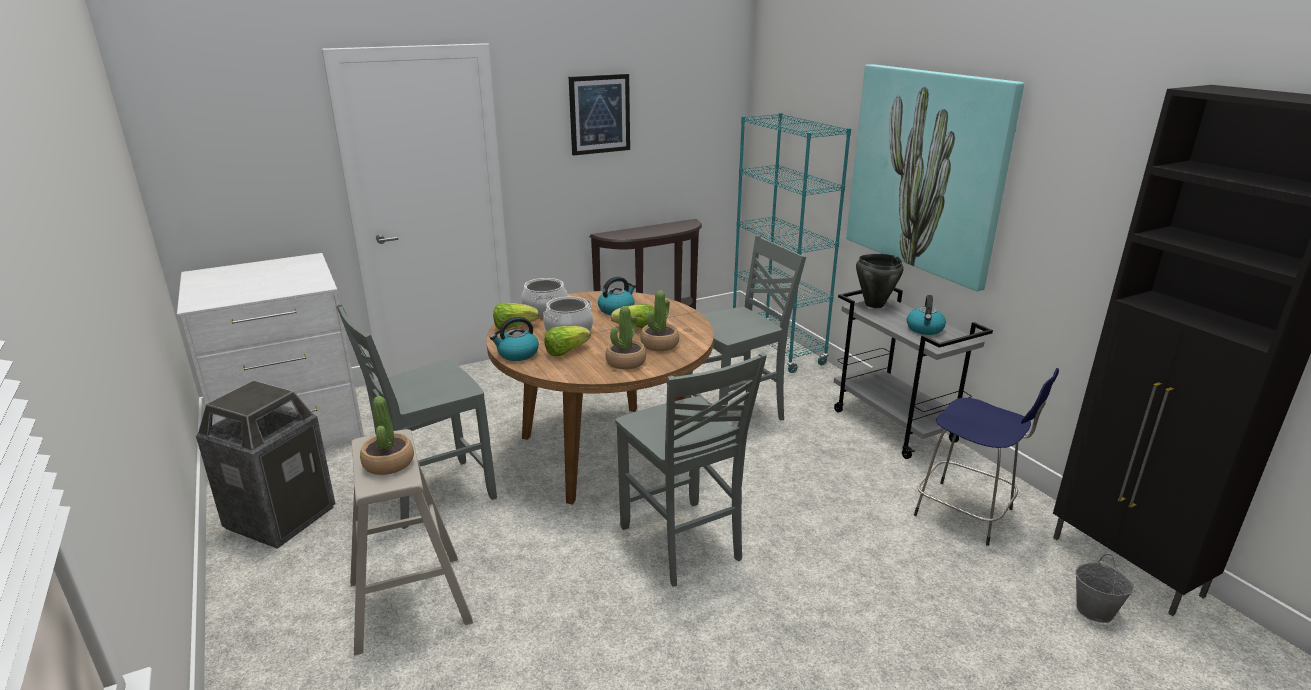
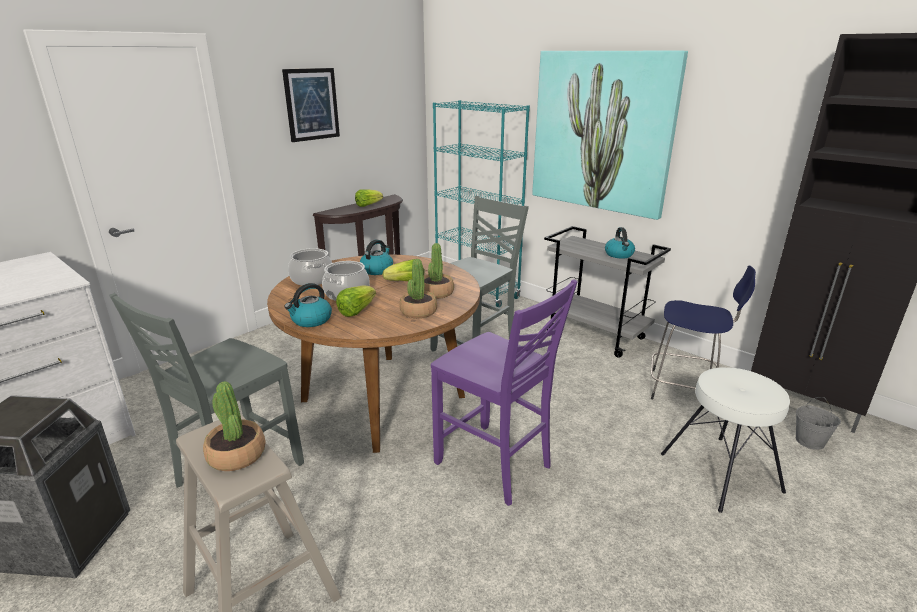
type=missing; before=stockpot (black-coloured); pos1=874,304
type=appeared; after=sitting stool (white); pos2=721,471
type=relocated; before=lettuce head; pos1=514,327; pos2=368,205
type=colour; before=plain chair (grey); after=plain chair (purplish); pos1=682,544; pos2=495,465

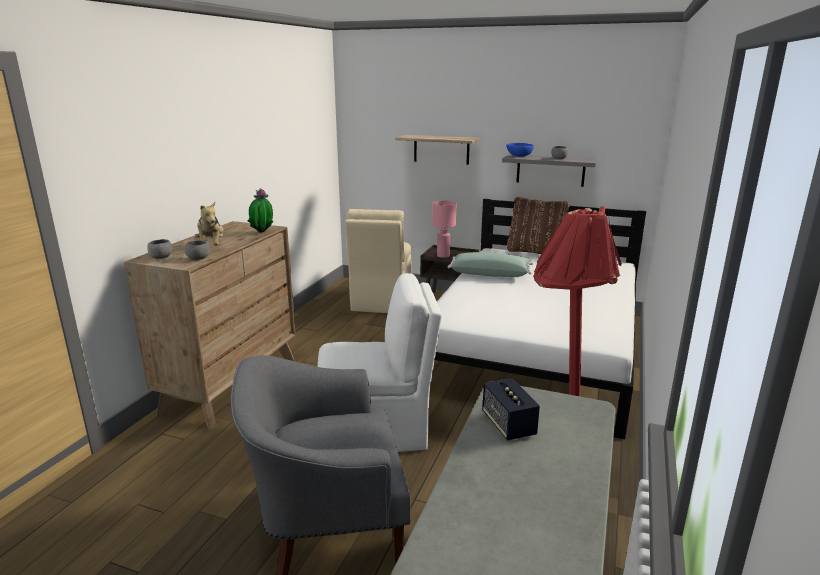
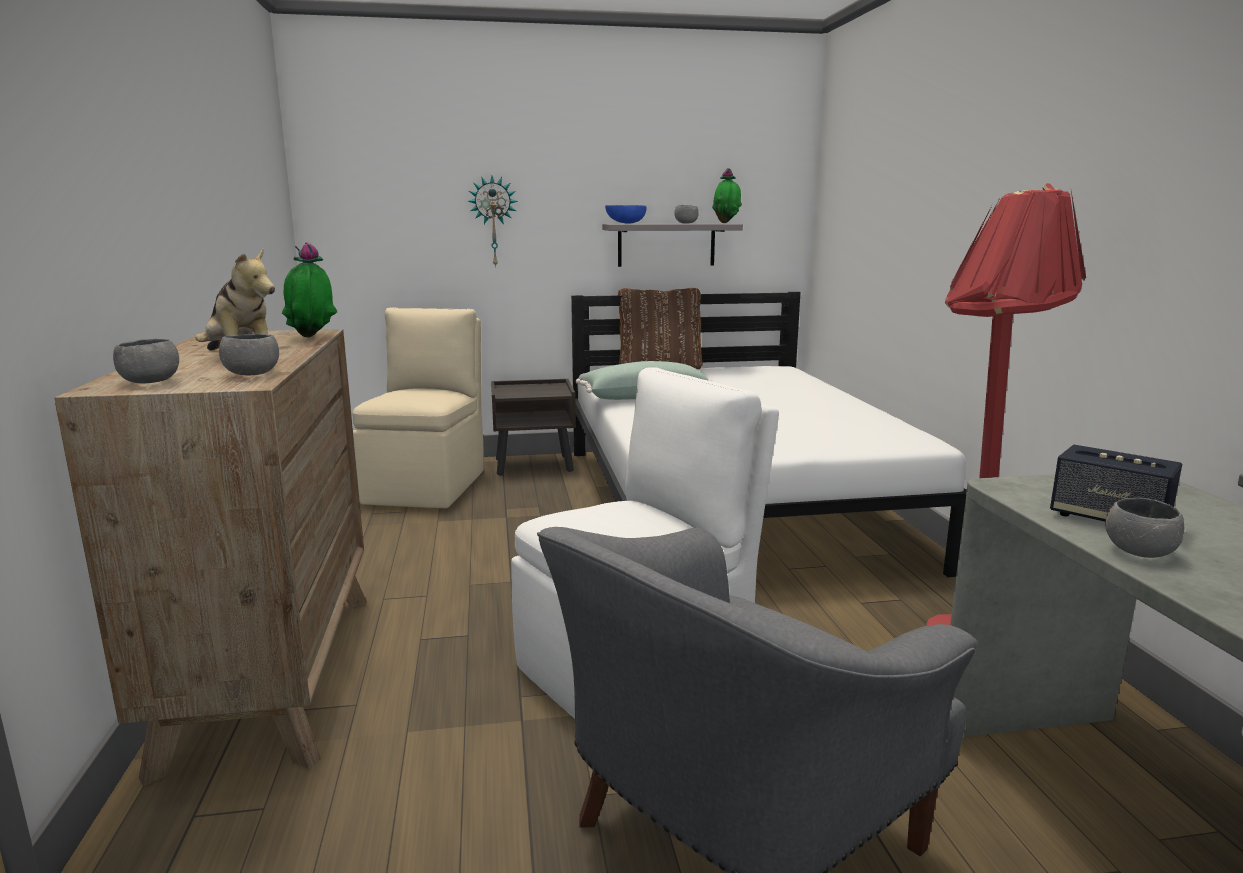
type=missing; before=table lamp (pink); pos1=443,256
type=appeared; after=potted plant; pos2=726,223
type=appeared; after=serving bowl (grey); pos2=1138,552
type=exchanged; before=wall shelf; after=wall clock; pos1=441,149; pos2=493,221
type=spun; before=plain chair (sand-coloured); pos1=381,301; pos2=427,485; turn=-150

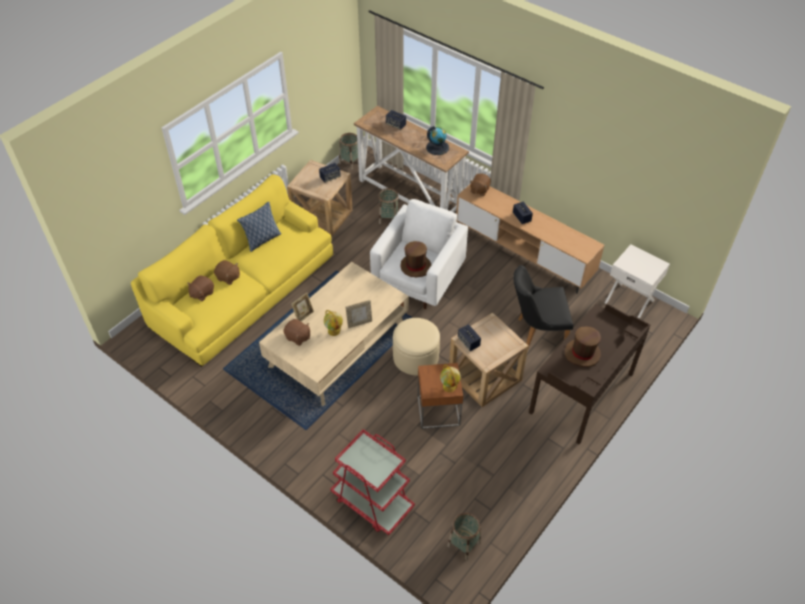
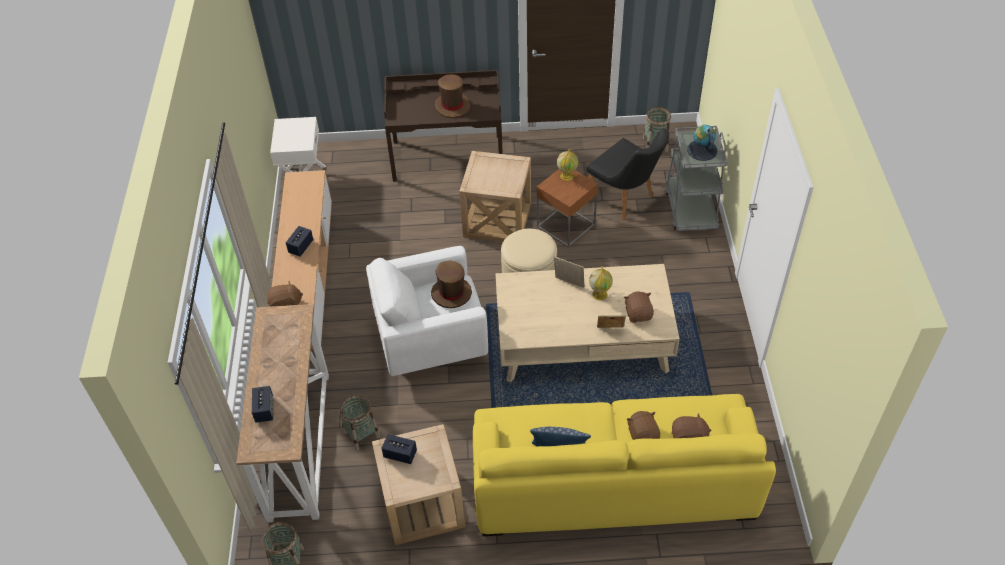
type=missing; before=loudspeaker; pos1=468,342
type=relocated; before=world globe; pos1=437,147; pos2=702,150
type=relocated; before=plain chair (black-coloured); pos1=536,333; pos2=625,200
type=colour; before=cart (red-coloured); after=cart (grey); pos1=372,502; pos2=690,209

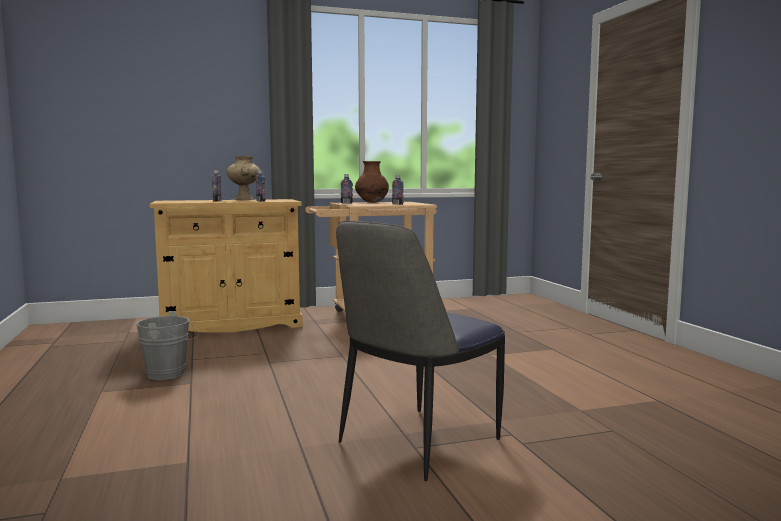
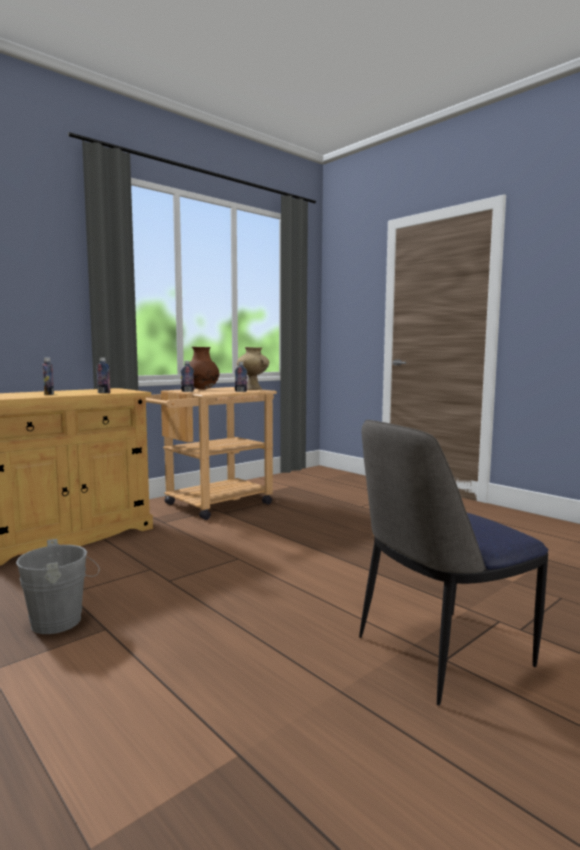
type=relocated; before=vase (sand-coloured); pos1=244,199; pos2=253,389
type=spun; before=plain chair; pos1=416,443; pos2=439,653; turn=45

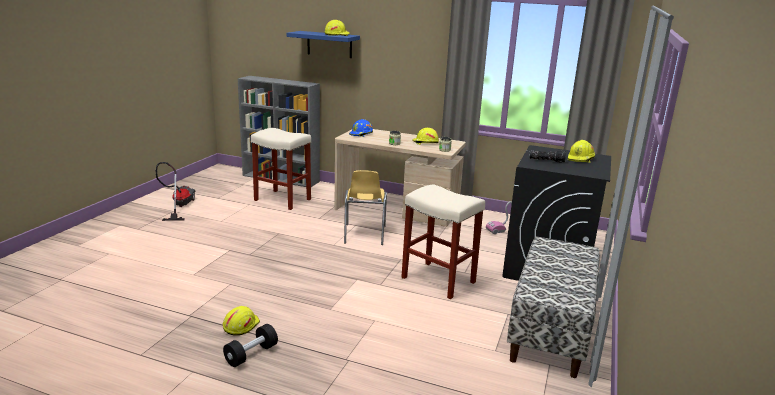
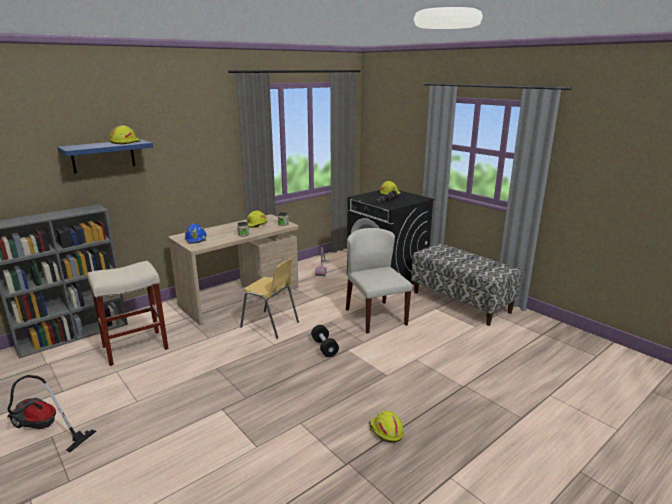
type=relocated; before=hand weight (black-coloured); pos1=251,354; pos2=324,347
type=exchanged; before=sitting stool (sand-coloured); after=plain chair (sand-coloured); pos1=439,280; pos2=375,316

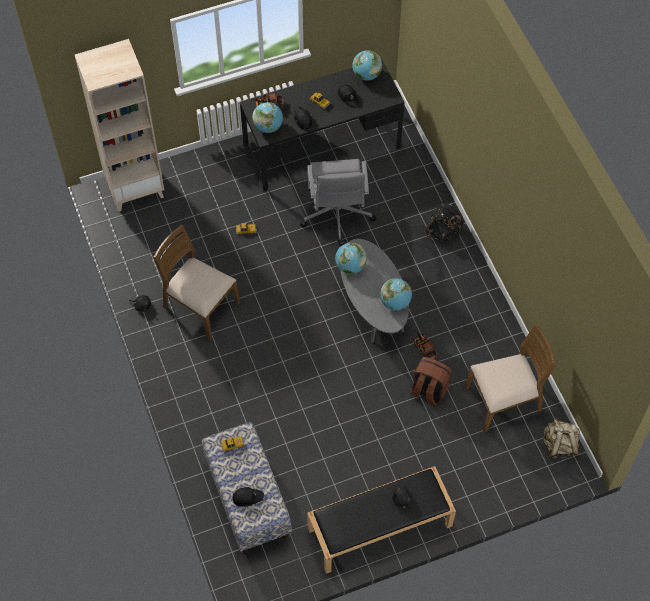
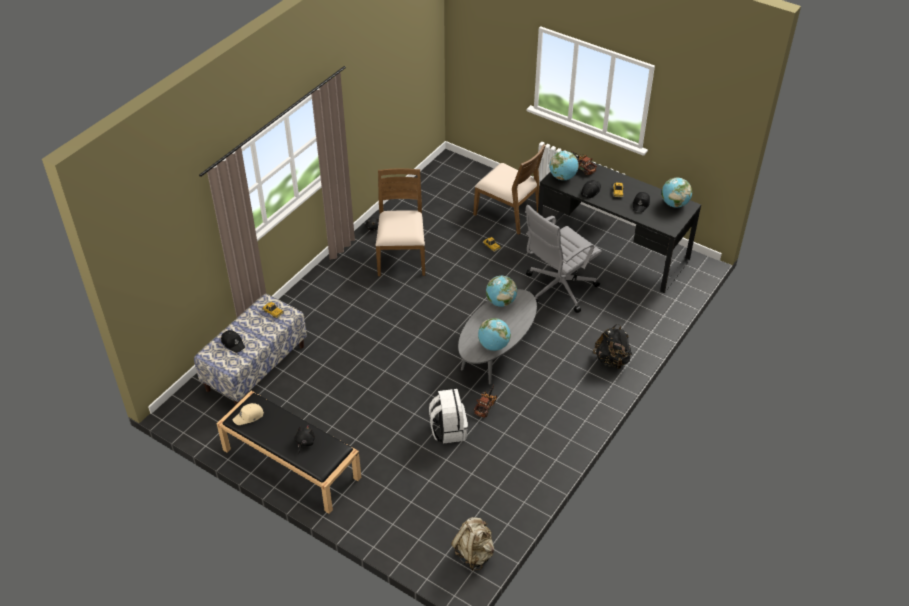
type=missing; before=shelving unit (sand-coloured); pos1=135,189
type=appeared; after=cap (sand-coloured); pos2=249,416
type=relocated; before=plain chair (brown-coloured); pos1=504,400; pos2=508,213
type=colour; before=knapsack (brown-coloured); after=knapsack (white); pos1=428,390; pos2=448,430

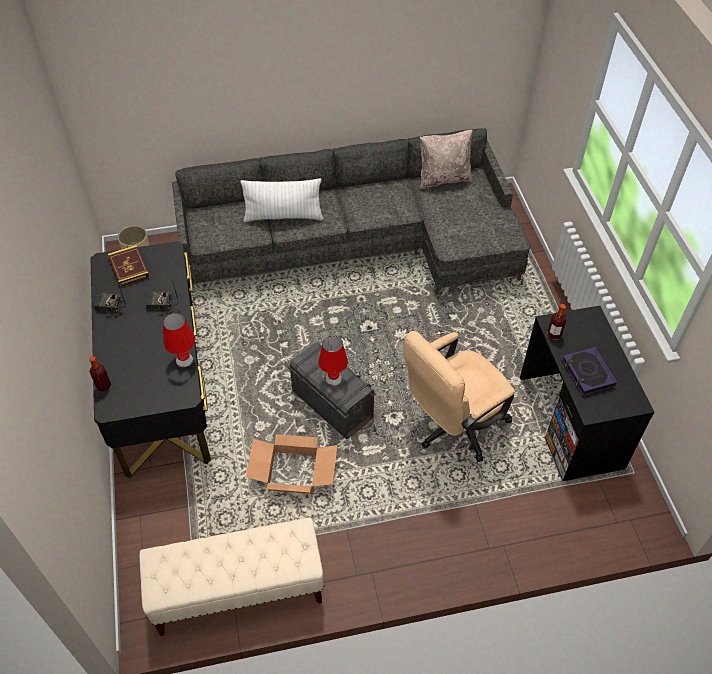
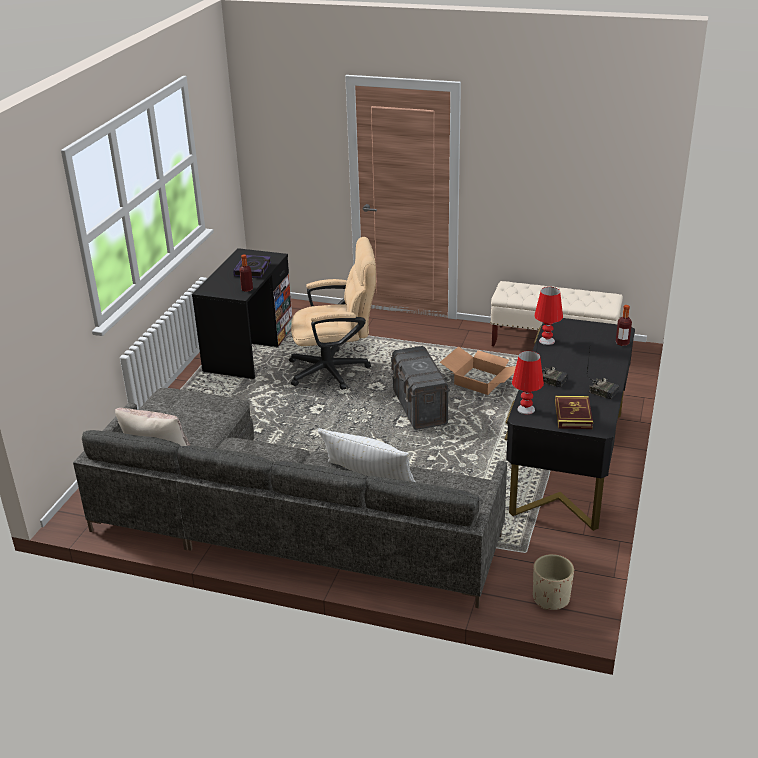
type=relocated; before=table lamp (red-coloured); pos1=334,379; pos2=525,409

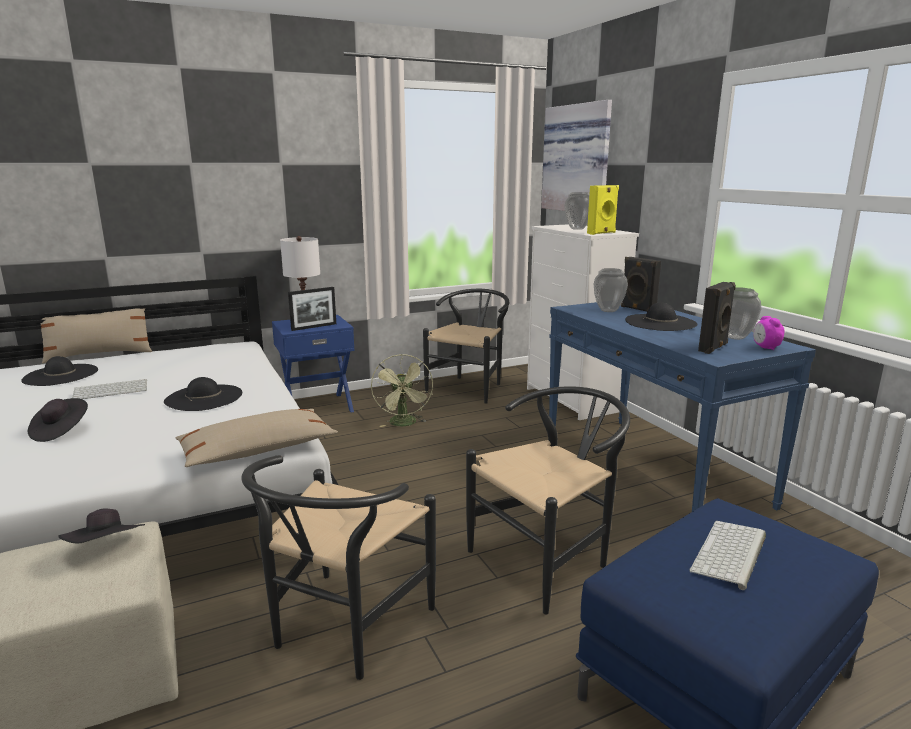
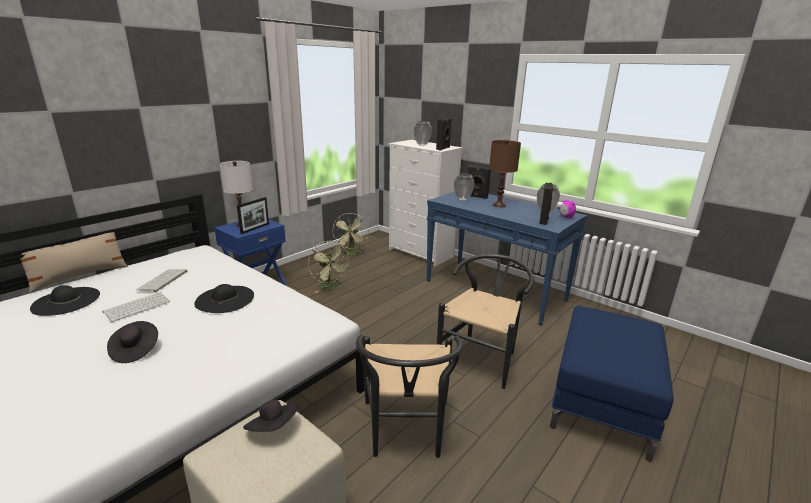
type=missing; before=throw pillow (sand-coloured); pos1=258,450
type=missing; before=picture; pos1=578,159
type=relocated; before=computer keyboard; pos1=730,554; pos2=163,281
type=exchanged; before=plain chair (black-coloured); after=fan (green); pos1=470,387; pos2=352,253
type=exchanged; before=clothing hat (black-coloured); after=table lamp (brown-coloured); pos1=660,322; pos2=499,205
type=colour; before=loudspeaker (yellow); after=loudspeaker (black-coloured); pos1=602,233; pos2=443,148

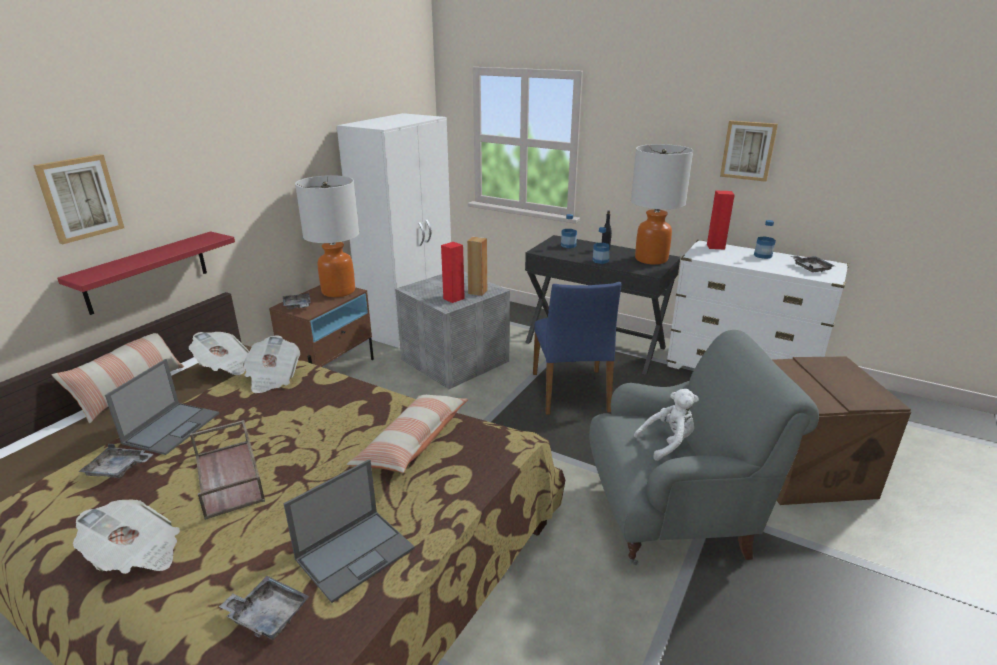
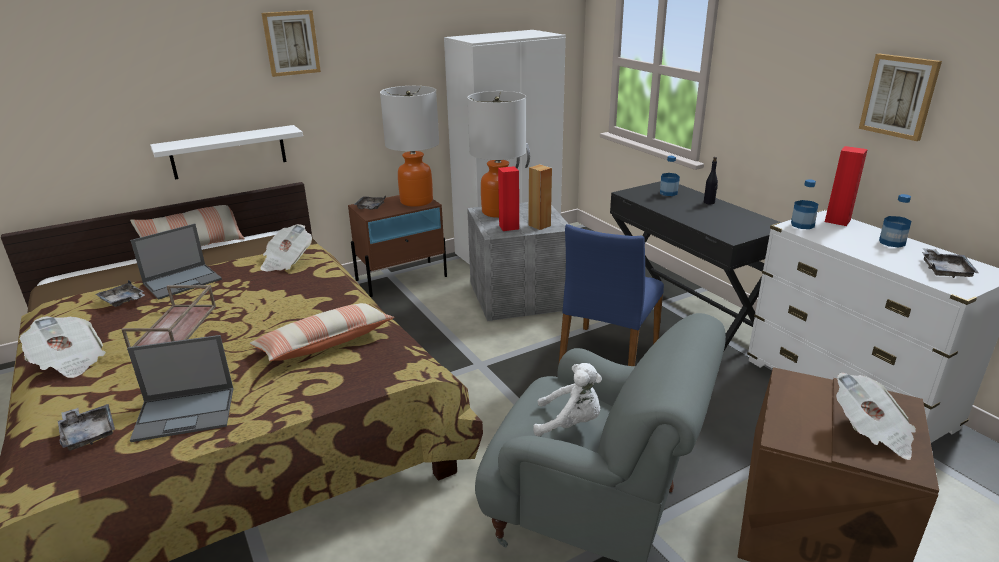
type=relocated; before=picture; pos1=80,198; pos2=291,43
type=relocated; before=printed paper; pos1=225,366; pos2=871,432
type=relocated; before=bottle; pos1=600,260; pos2=802,225
type=relocated; before=table lamp; pos1=651,259; pos2=498,212
type=colour; before=wall shelf (red-coloured); after=wall shelf (white); pos1=147,272; pos2=228,152

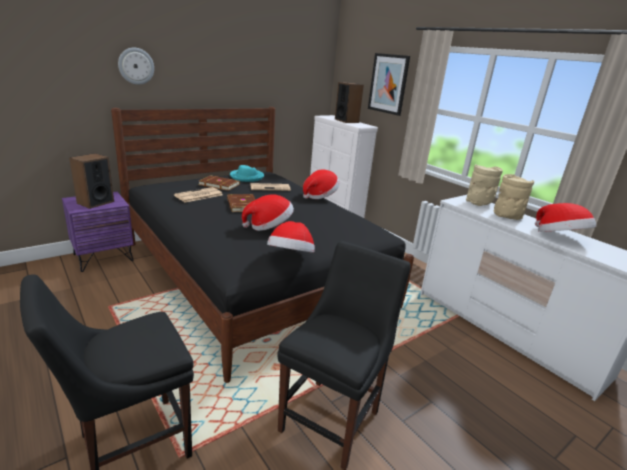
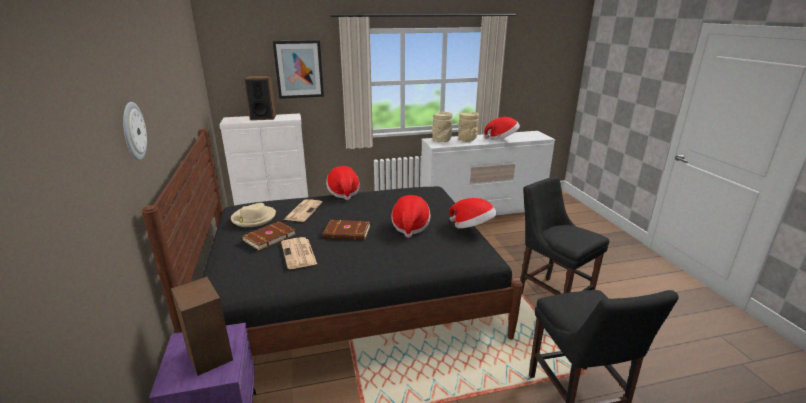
type=colour; before=clothing hat (turquoise); after=clothing hat (sand-coloured); pos1=246,177; pos2=253,218

